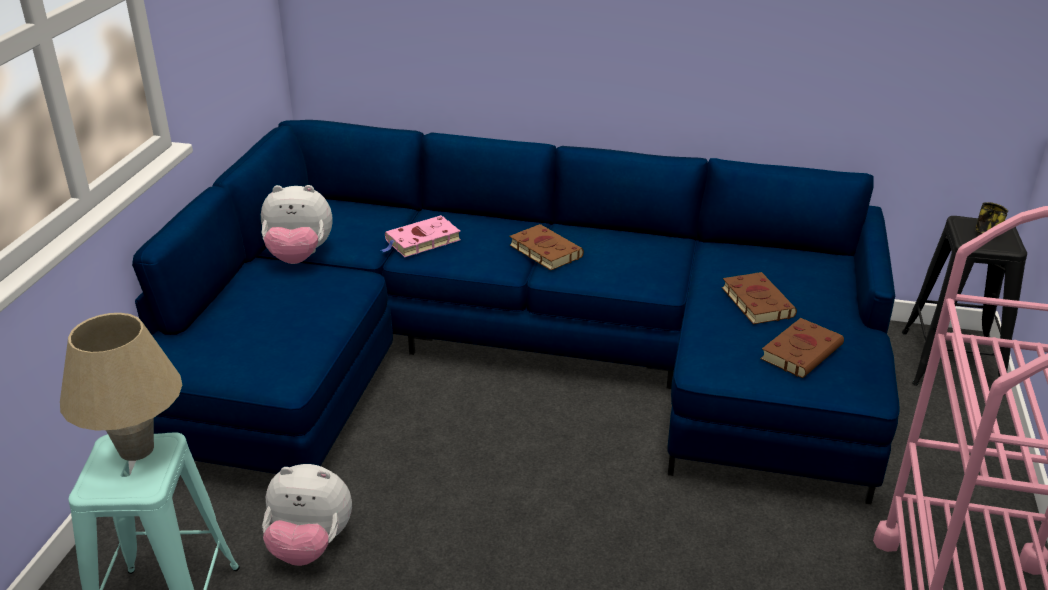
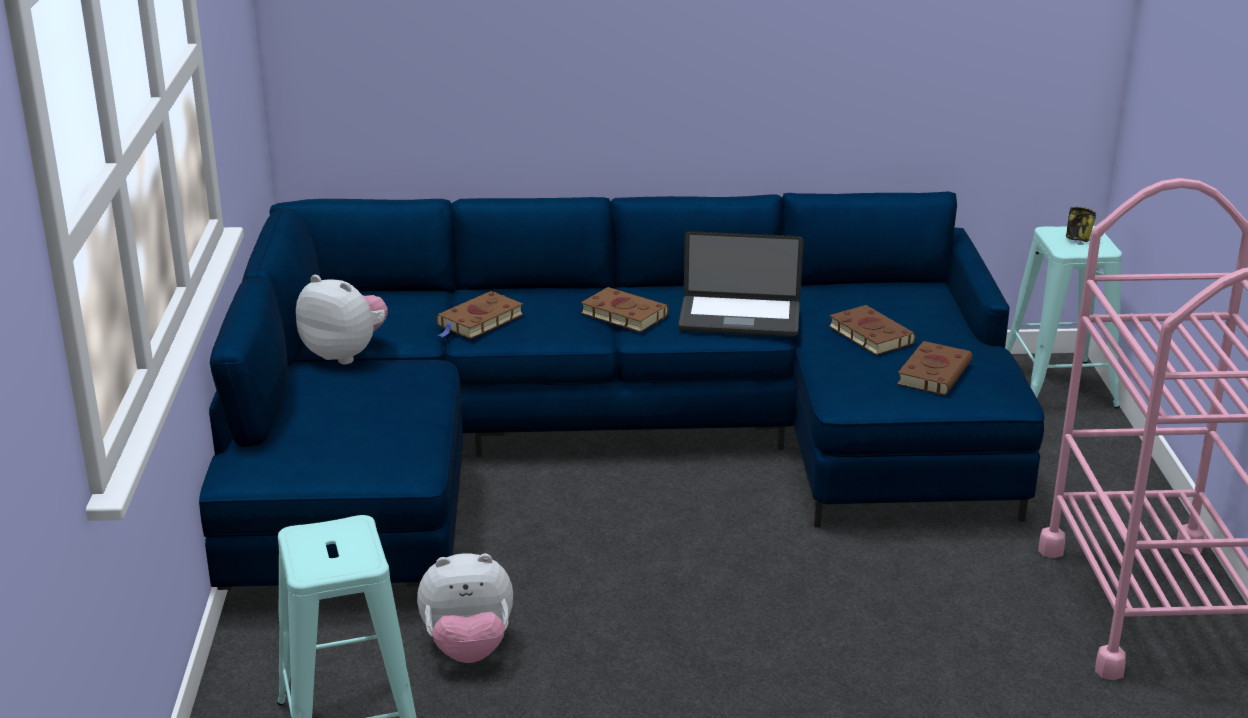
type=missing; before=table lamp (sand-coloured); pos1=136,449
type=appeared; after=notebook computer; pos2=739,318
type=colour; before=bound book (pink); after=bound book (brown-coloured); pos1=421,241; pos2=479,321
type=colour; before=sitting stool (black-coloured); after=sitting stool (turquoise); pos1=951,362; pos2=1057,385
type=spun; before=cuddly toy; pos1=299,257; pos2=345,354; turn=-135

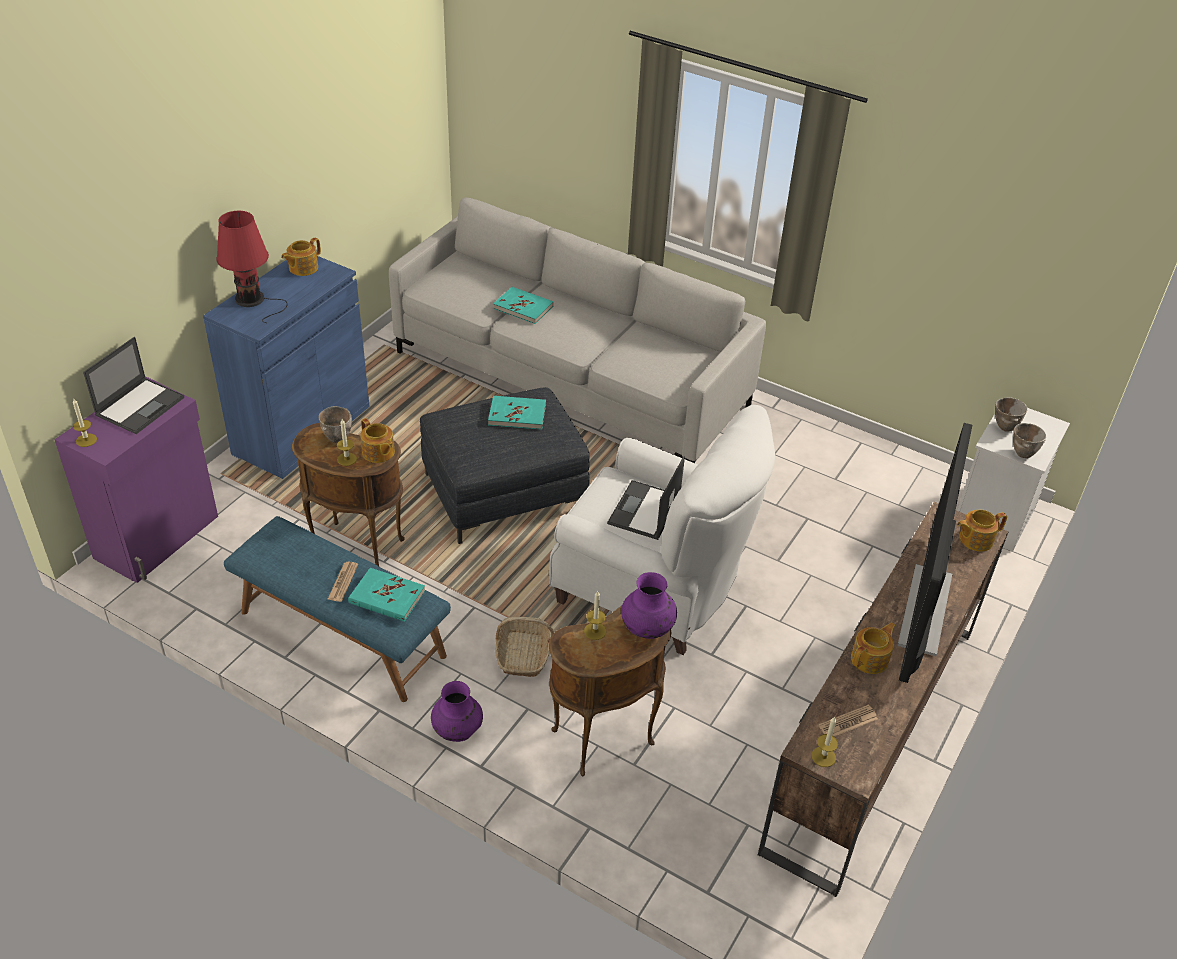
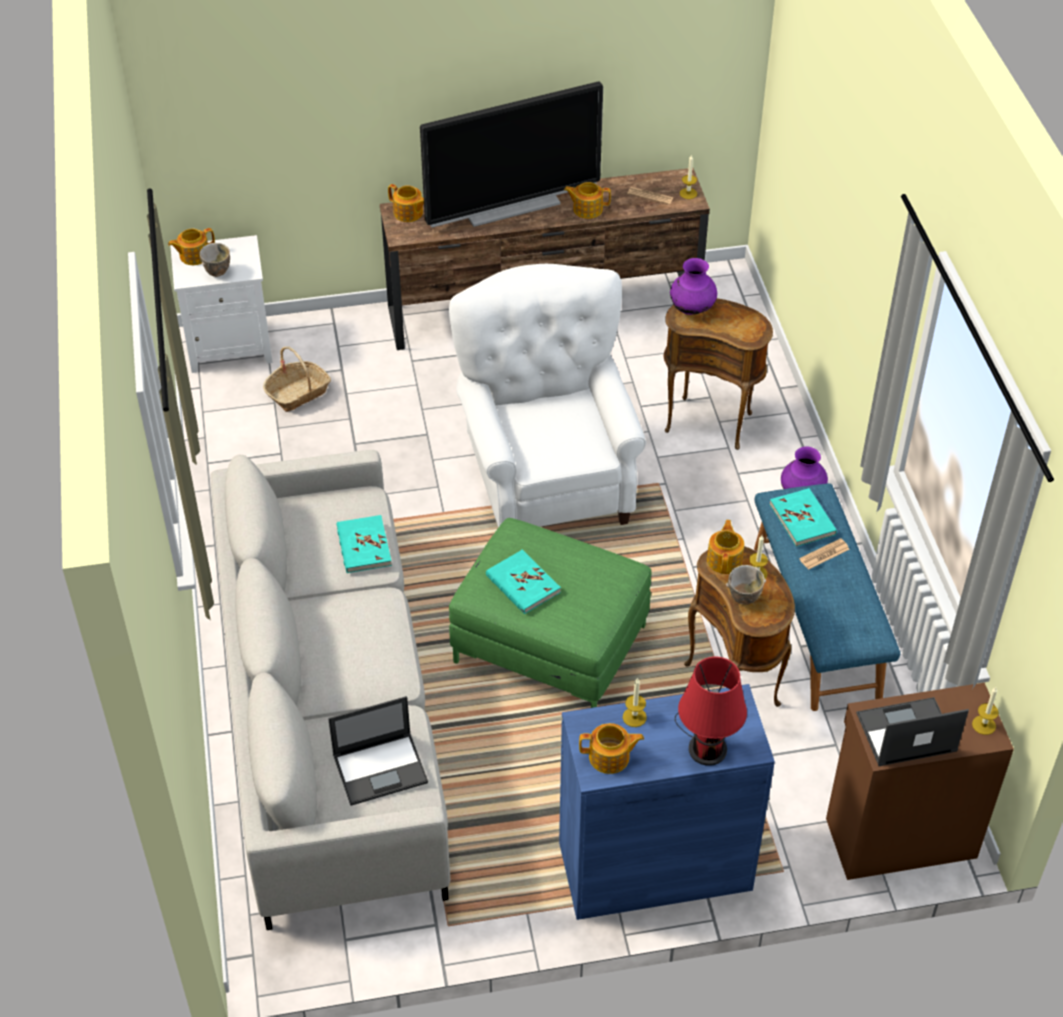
type=missing; before=serving bowl; pos1=1023,453
type=appeared; after=tea pot; pos2=193,256
type=relocated; before=bound book (turquoise); pos1=523,307; pos2=363,546
type=relocated; before=household basket; pos1=523,654; pos2=298,393
type=relocated; before=wax candle; pos1=595,631; pos2=634,717
type=relocated; before=notebook computer; pos1=644,511; pos2=381,768
type=colour; before=cupboard (purplish); after=cupboard (brown-coloured); pos1=159,537; pos2=899,836
type=colour; before=footrest (grey); after=footrest (green); pos1=504,492; pos2=549,645

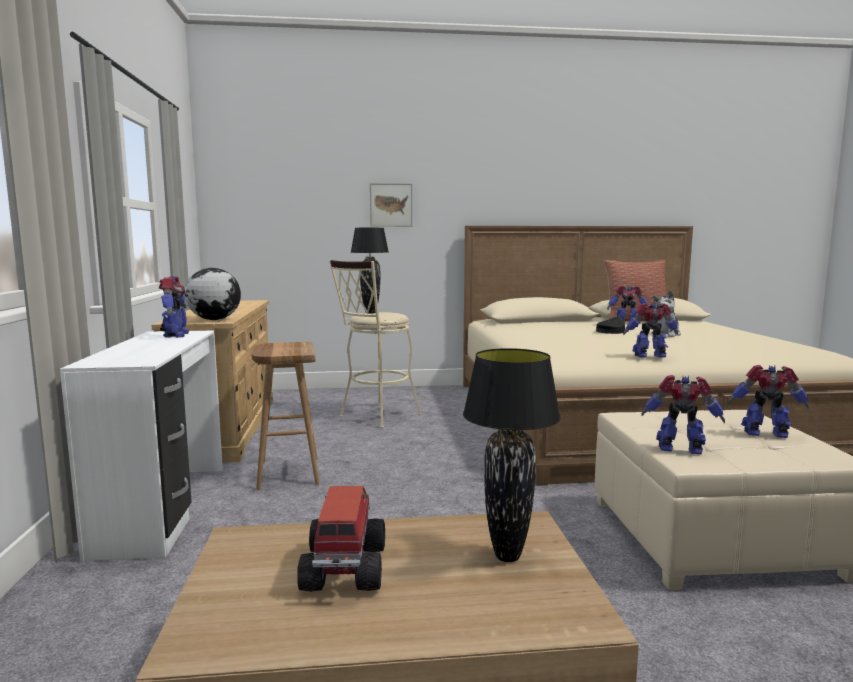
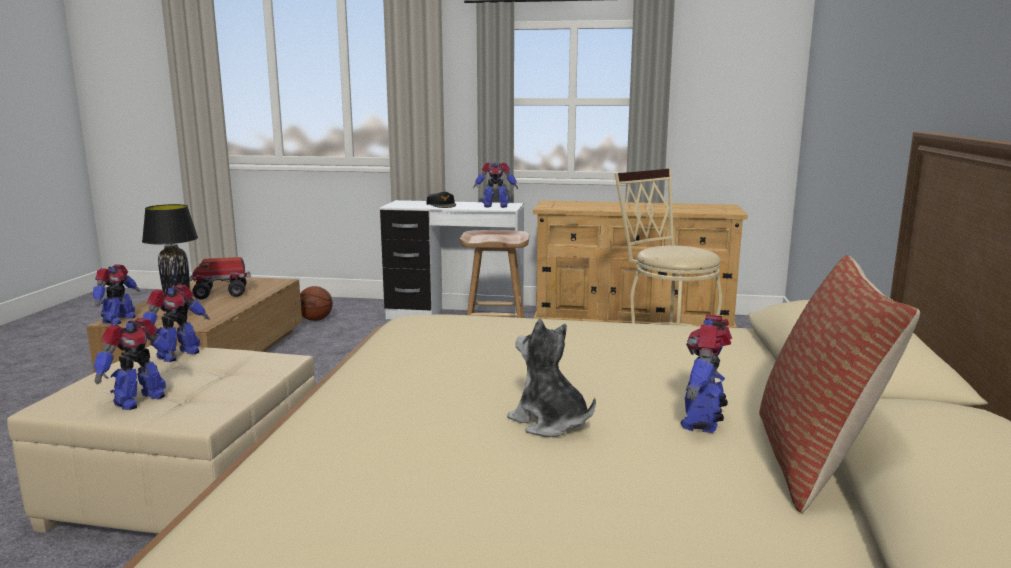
type=missing; before=world globe; pos1=214,320
type=missing; before=table lamp (black-coloured); pos1=370,313
type=missing; before=picture; pos1=391,205
type=appeared; after=basketball ball; pos2=316,320
type=relocated; before=cap (black-coloured); pos1=611,331; pos2=441,205
type=relocated; before=robot figure; pos1=650,356; pos2=118,320
type=spun; before=model truck; pos1=343,569; pos2=222,294; turn=150

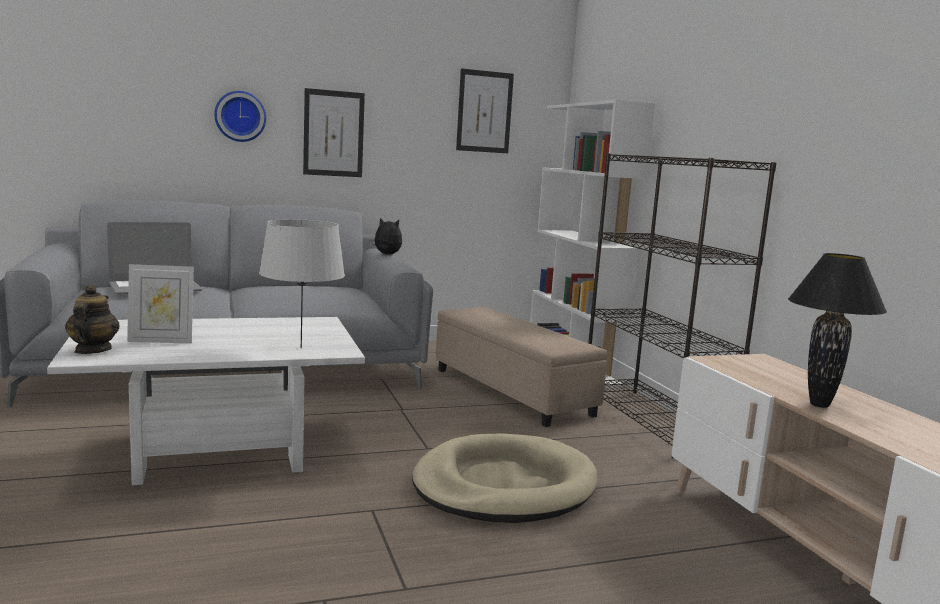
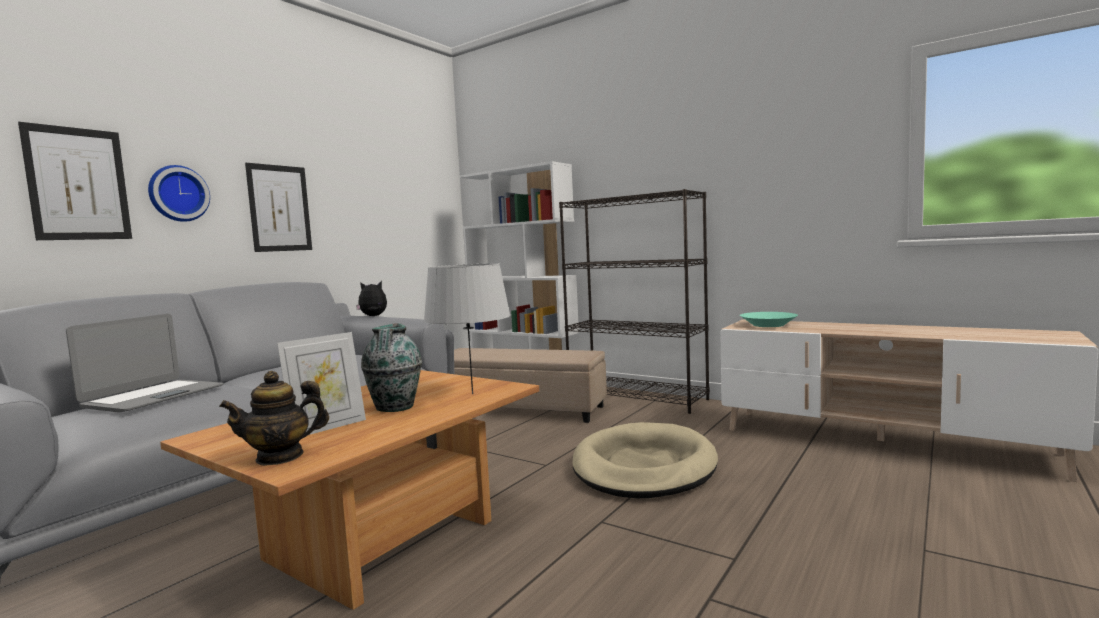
type=missing; before=table lamp (black-coloured); pos1=819,405
type=appeared; after=vase; pos2=395,408
type=appeared; after=serving bowl (turquoise); pos2=768,325
type=relocated; before=picture; pos1=484,111; pos2=78,184
type=colour; before=lounge table (white); after=lounge table (brown-coloured); pos1=217,454; pos2=383,542
type=spun; before=tea pot; pos1=92,350; pos2=280,457; turn=-75

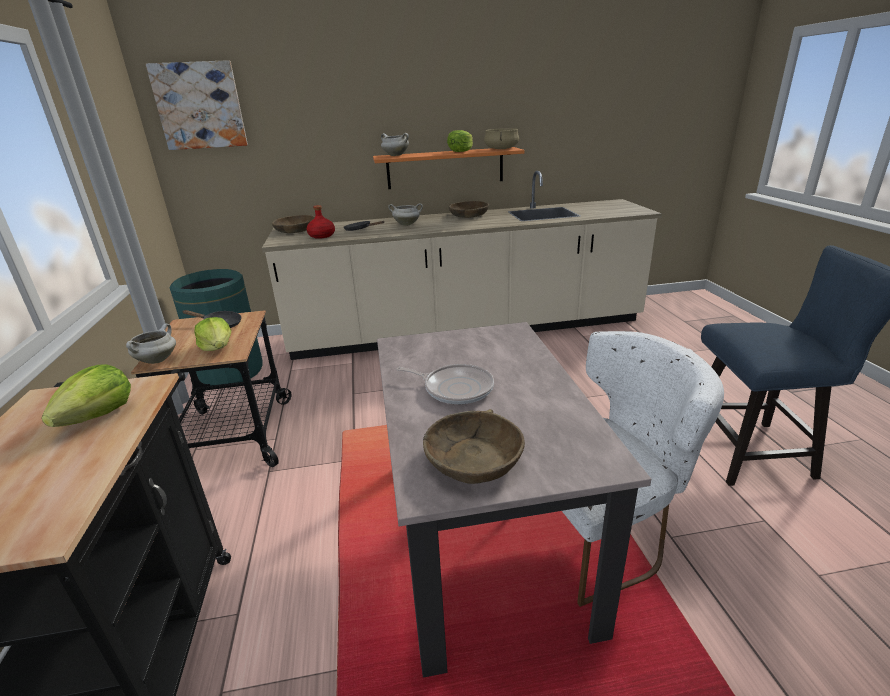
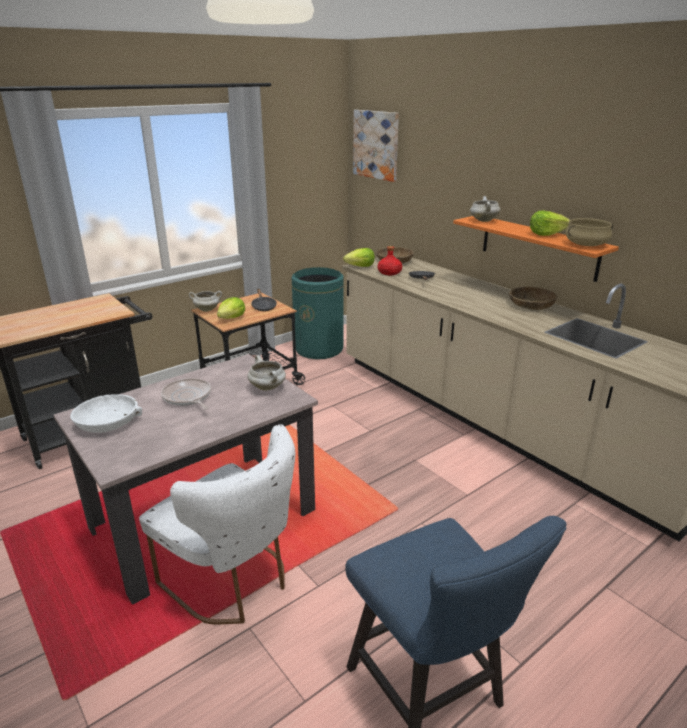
type=relocated; before=lettuce head; pos1=99,415; pos2=360,266
type=relocated; before=stockpot (white); pos1=407,224; pos2=268,388
type=colour; before=serving bowl (brown-coloured); after=serving bowl (white); pos1=473,459; pos2=108,421
type=spun; before=frying pan; pos1=455,388; pos2=188,397; turn=150

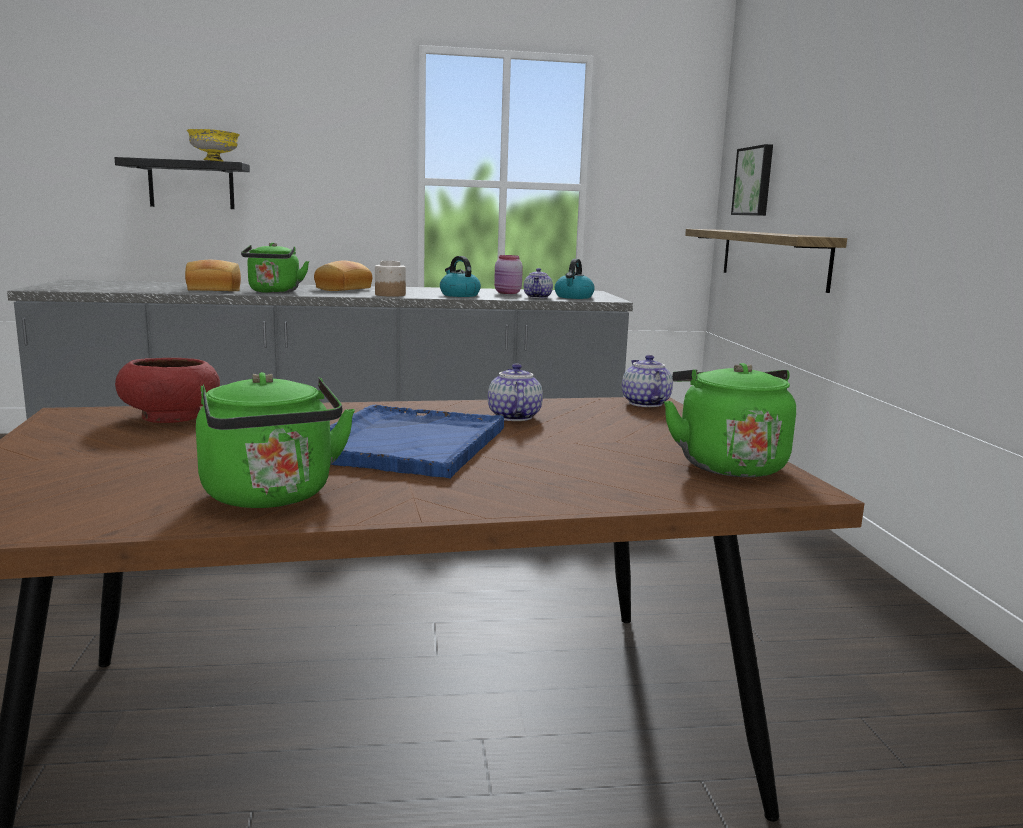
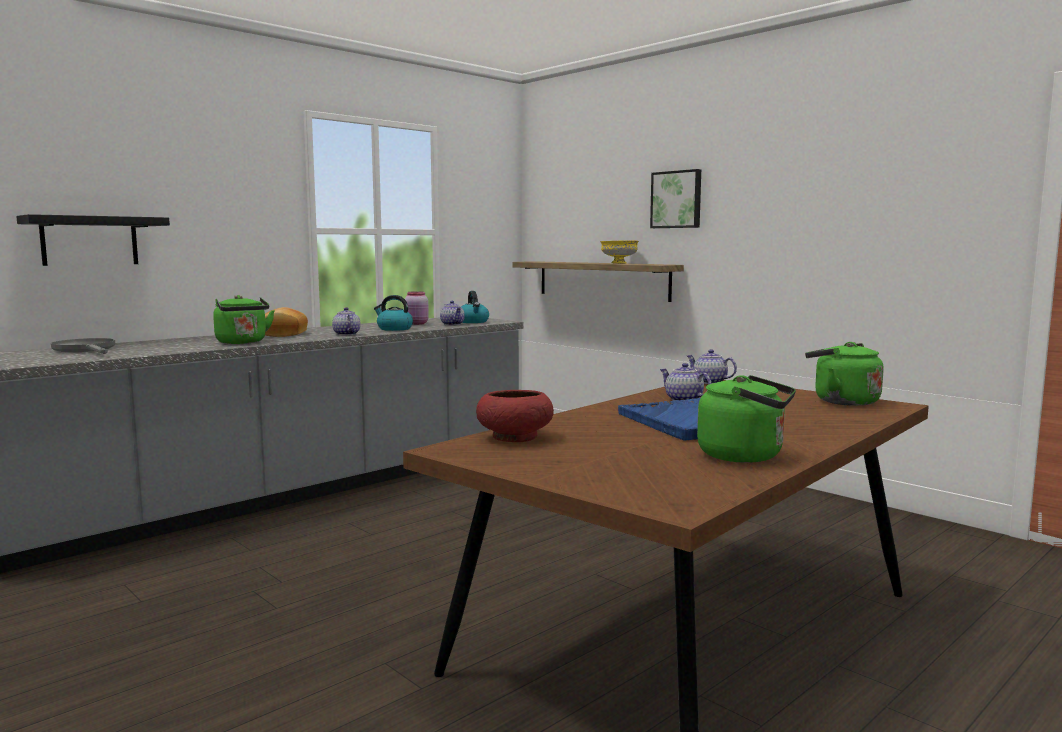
type=missing; before=bakery bread; pos1=214,290
type=appeared; after=frying pan (grey); pos2=86,350
type=relocated; before=serving bowl (yellow); pos1=214,161; pos2=618,263
type=relocated; before=picture; pos1=755,181; pos2=677,199
type=exchanged; before=preserve jar; after=tea pot; pos1=389,295; pos2=346,334

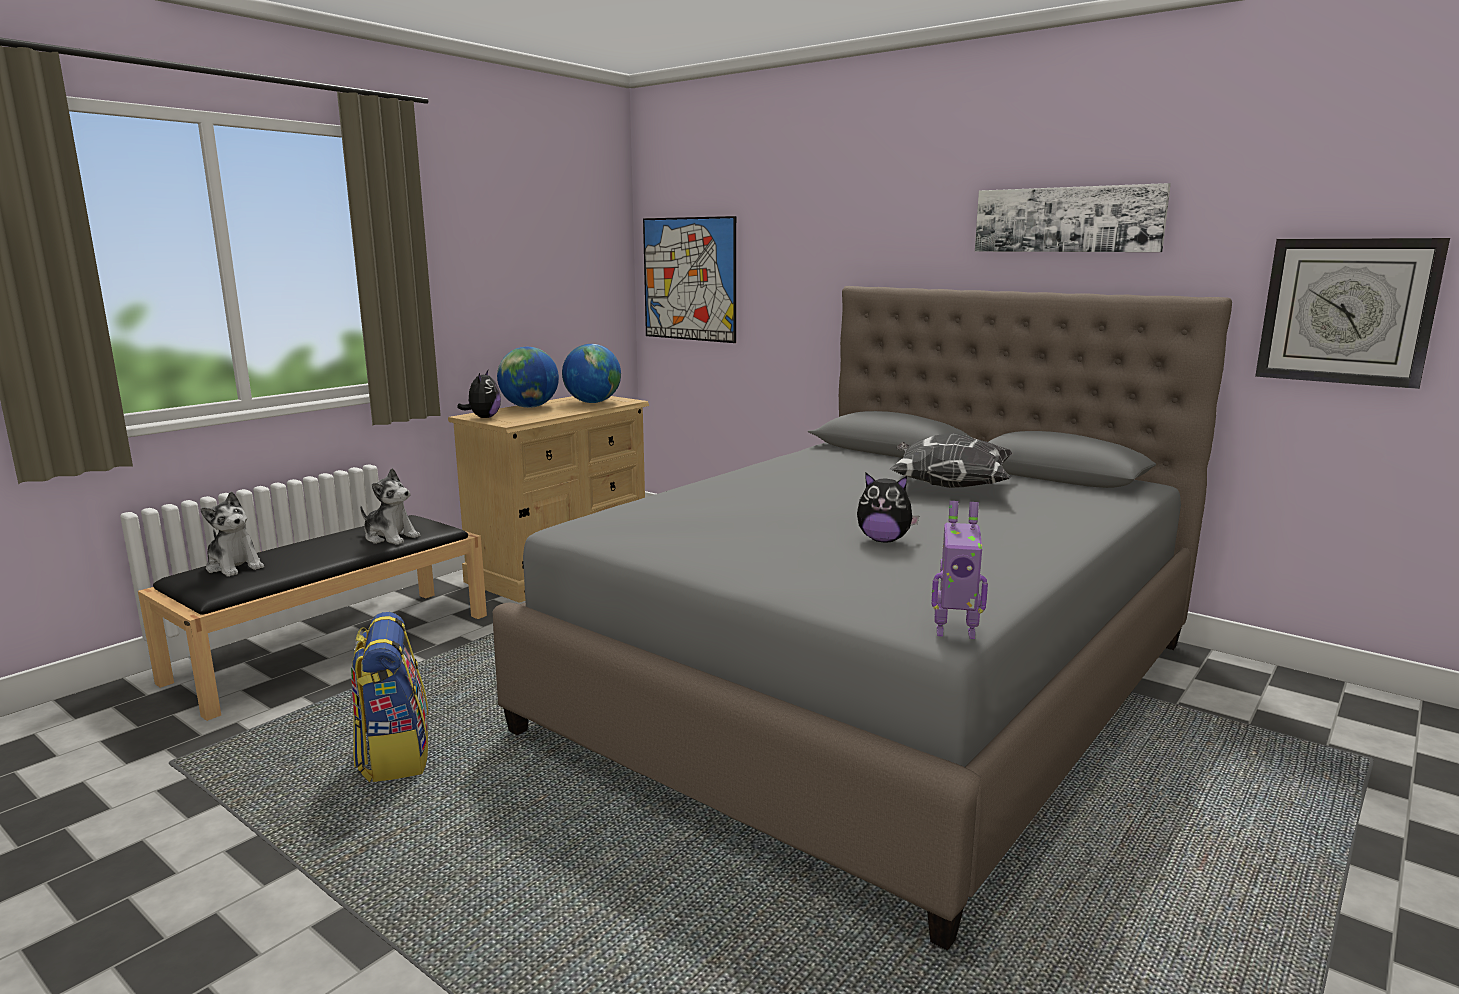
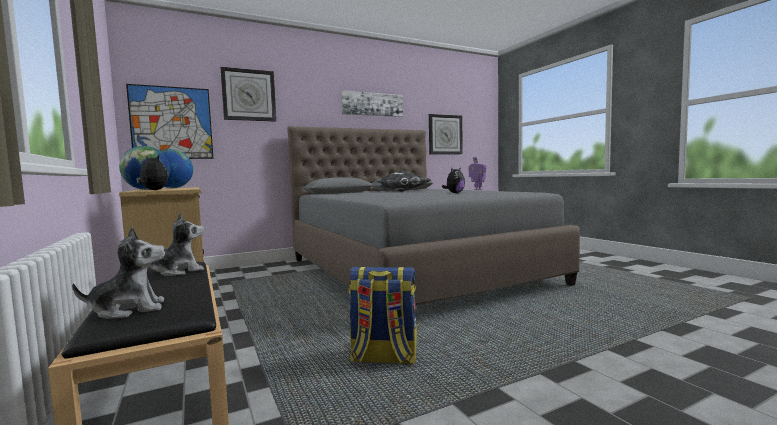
type=appeared; after=wall clock; pos2=249,95
type=relocated; before=robot figure; pos1=955,631; pos2=477,189

